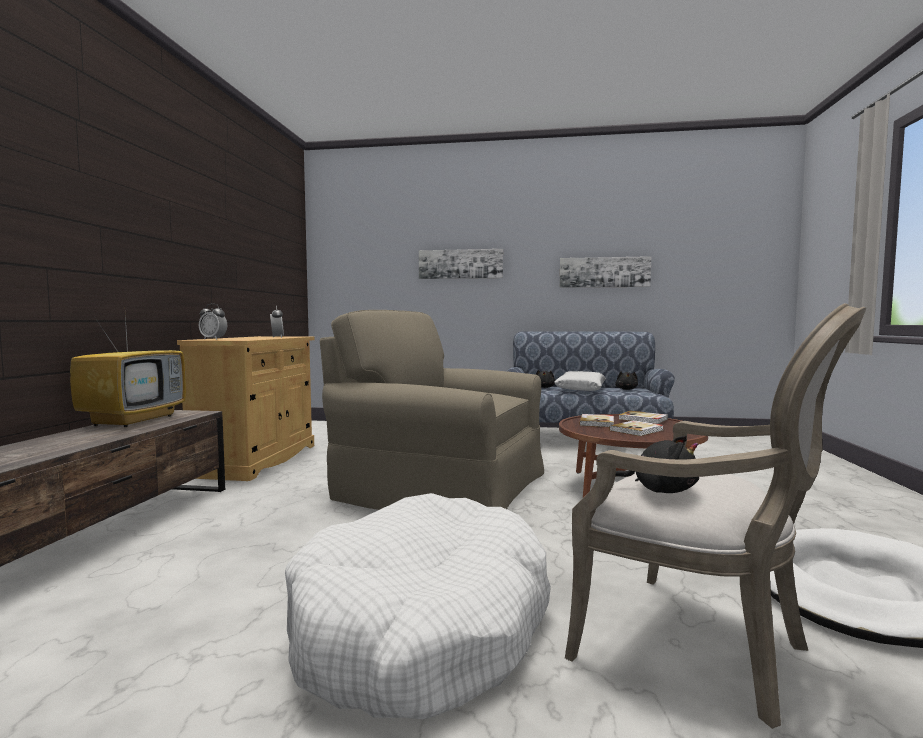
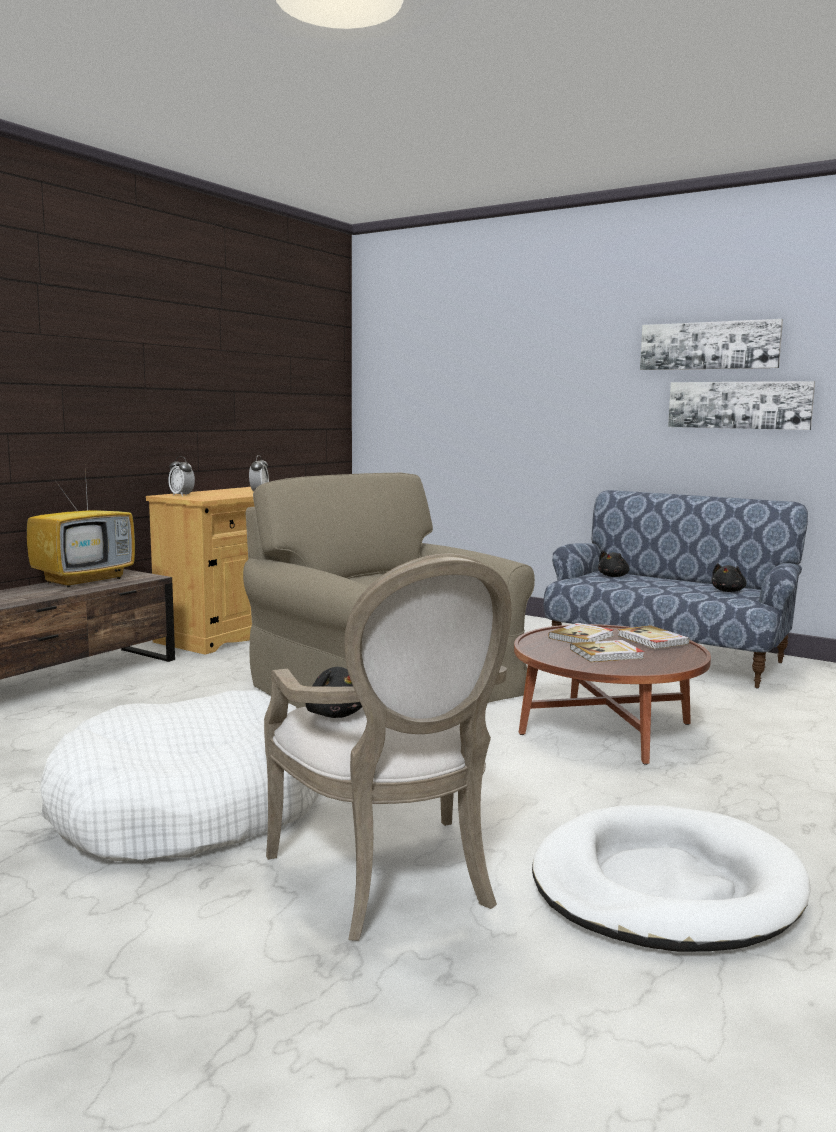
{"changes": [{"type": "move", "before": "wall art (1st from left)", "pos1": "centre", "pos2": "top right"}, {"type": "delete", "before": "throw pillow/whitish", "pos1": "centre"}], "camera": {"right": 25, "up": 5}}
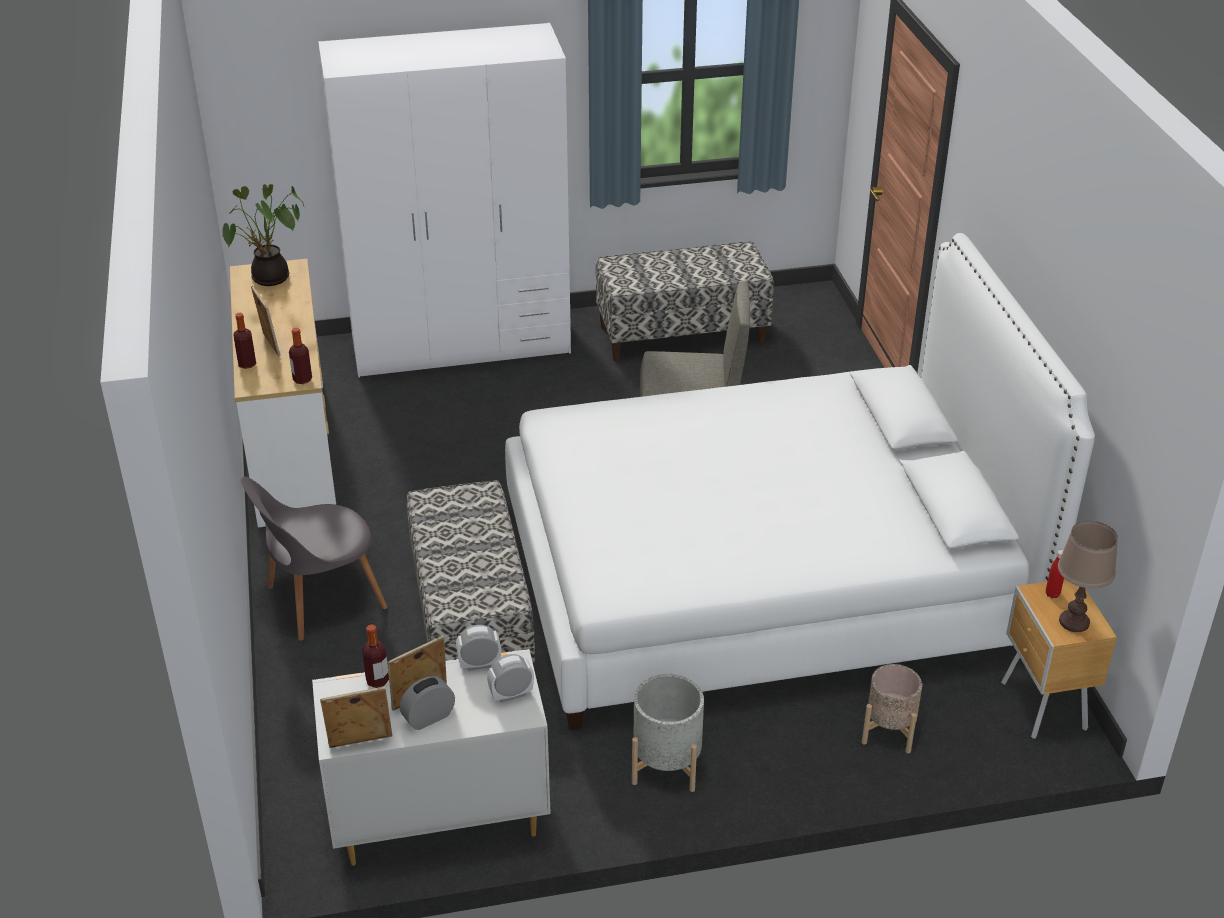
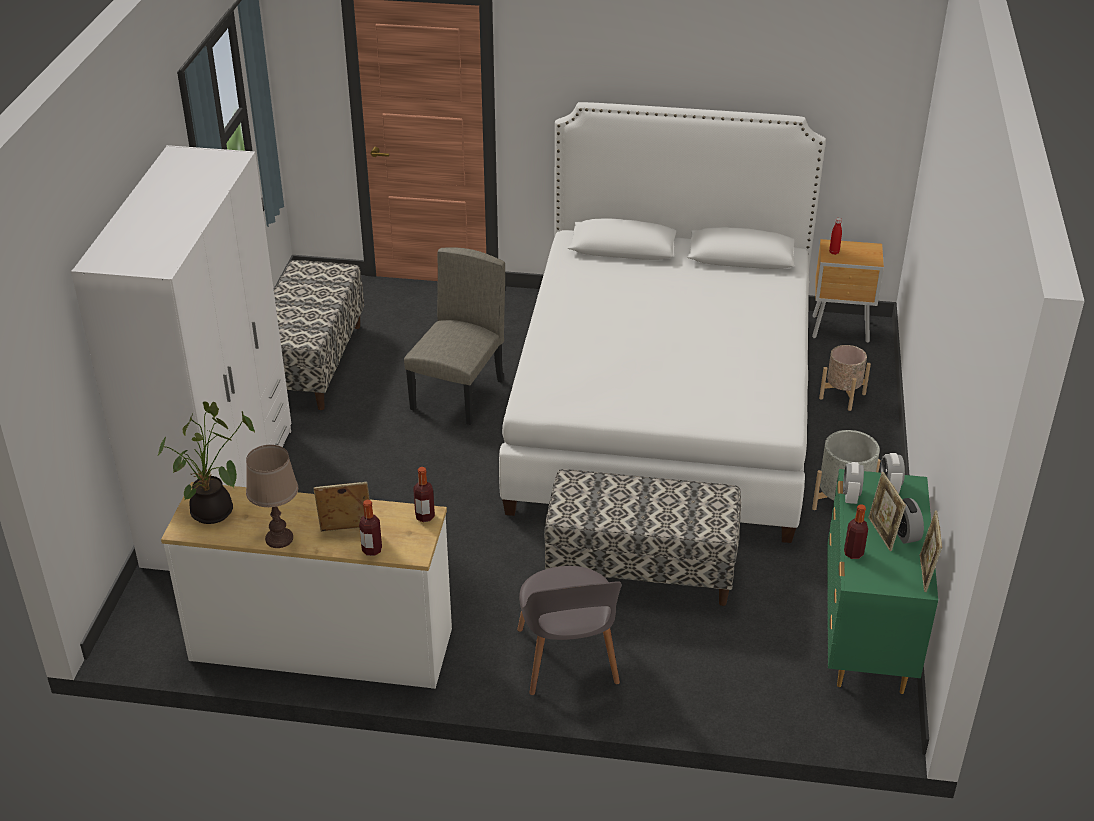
{"changes": [{"type": "move", "before": "table lamp/brownish", "pos1": "middle right", "pos2": "middle left"}, {"type": "recolor", "before": "drawer chest/whitish (2nd from left)", "after": "drawer chest/greenish", "pos1": "bottom centre", "pos2": "bottom right"}], "camera": {"right": -70, "up": 0}}
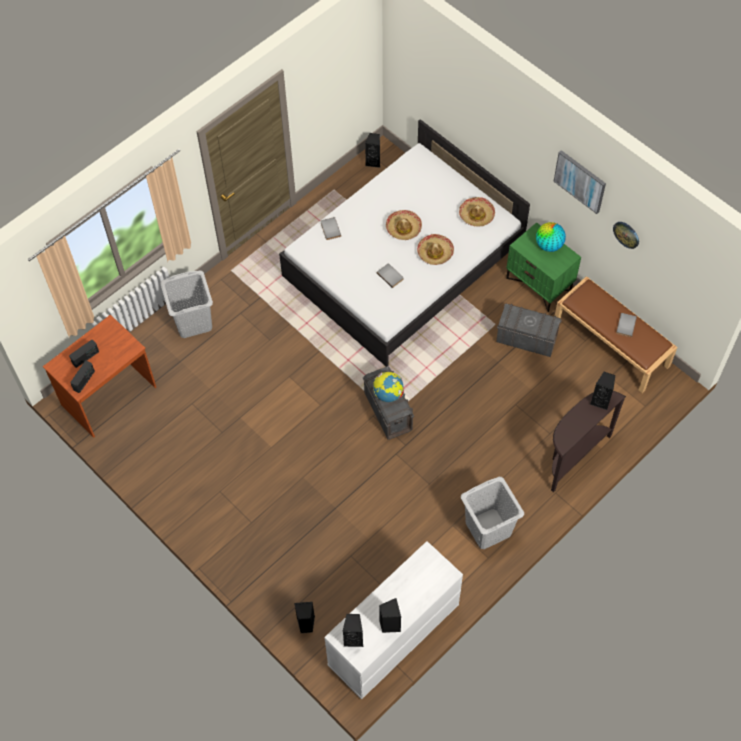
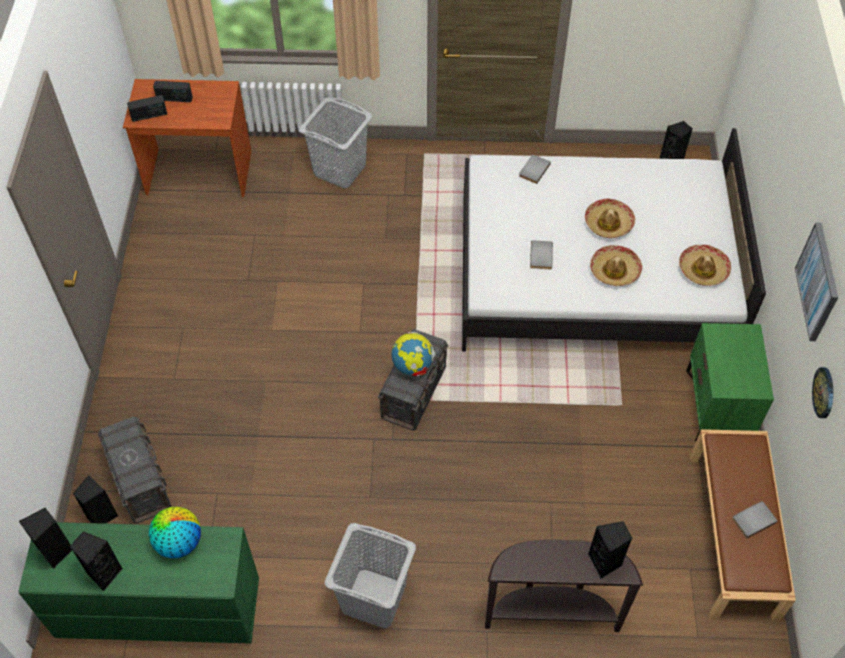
{"changes": [{"type": "recolor", "before": "drawer chest/whitish", "after": "drawer chest/greenish", "pos1": "bottom centre", "pos2": "bottom left"}, {"type": "move", "before": "storage bin/gray (2nd from left in the first image)", "after": "storage bin/gray (1st from left)", "pos1": "middle right", "pos2": "bottom left"}, {"type": "move", "before": "globe (2nd from left in the first image)", "after": "globe (1st from left)", "pos1": "top right", "pos2": "bottom left"}], "camera": {"right": 45, "up": -5}}
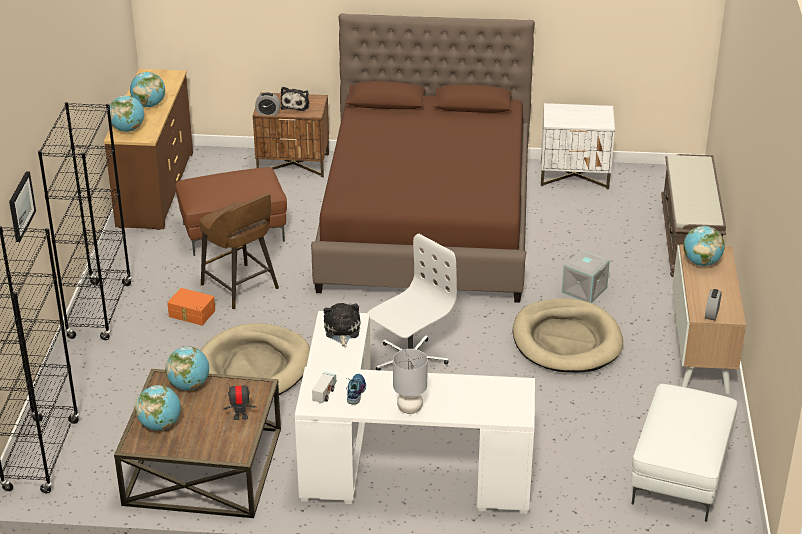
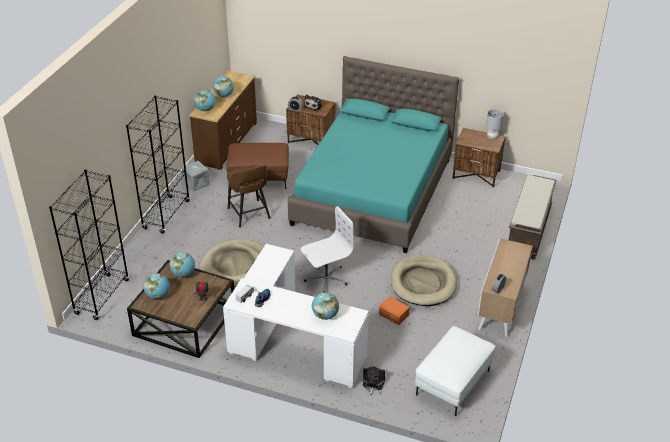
{"changes": [{"type": "move", "before": "storage bin/gray", "pos1": "middle right", "pos2": "middle left"}, {"type": "recolor", "before": "bed/brownish", "after": "bed/turquoise-coloured", "pos1": "top centre", "pos2": "centre"}, {"type": "move", "before": "globe (5th from left)", "pos1": "middle right", "pos2": "bottom centre"}, {"type": "move", "before": "soft toy (2nd from left)", "pos1": "centre", "pos2": "bottom centre"}, {"type": "move", "before": "storage bin/orange-coloured", "pos1": "middle left", "pos2": "bottom centre"}, {"type": "recolor", "before": "nightstand/whitish", "after": "nightstand/brownish (2nd from left)", "pos1": "top right", "pos2": "middle right"}, {"type": "move", "before": "table lamp/gray", "pos1": "bottom centre", "pos2": "top right"}, {"type": "delete", "before": "wall art", "pos1": "middle left"}], "camera": {"right": 15, "up": 5}}
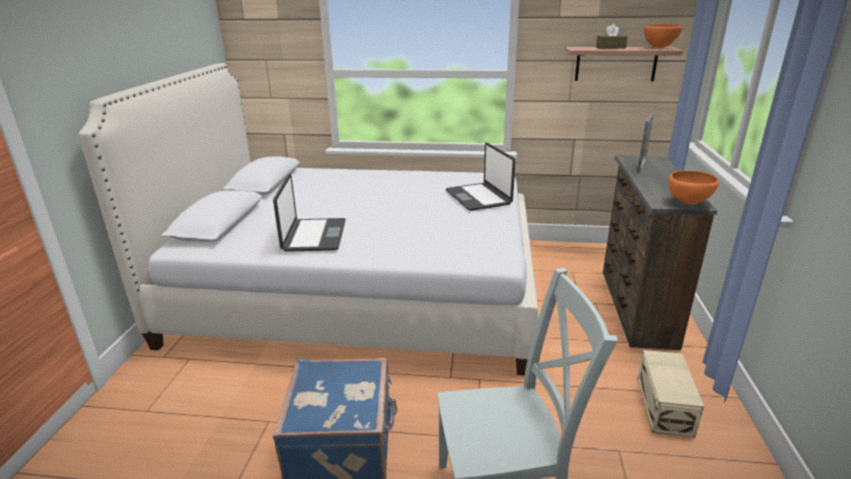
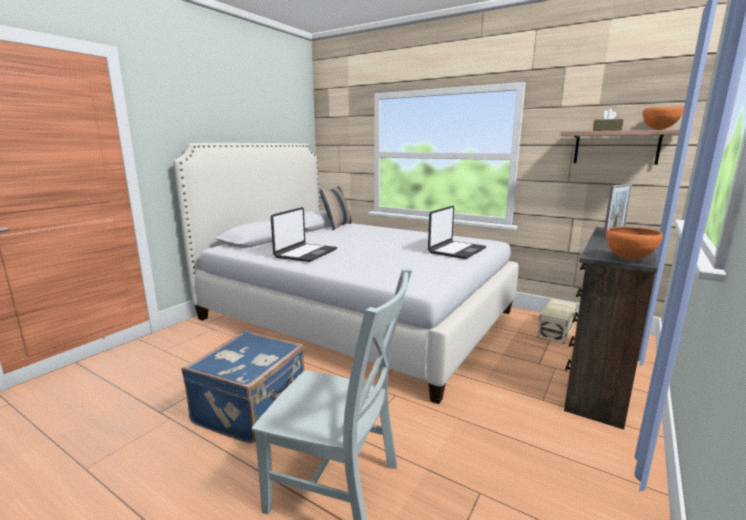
{"changes": [{"type": "insert", "after": "throw pillow", "pos2": "centre"}, {"type": "rotate", "before": "laptop (2nd from left)", "pos1": "centre", "pos2": "centre", "turn": -150}, {"type": "move", "before": "storage bin/beige", "pos1": "bottom right", "pos2": "middle right"}], "camera": {"right": 25, "up": -10}}
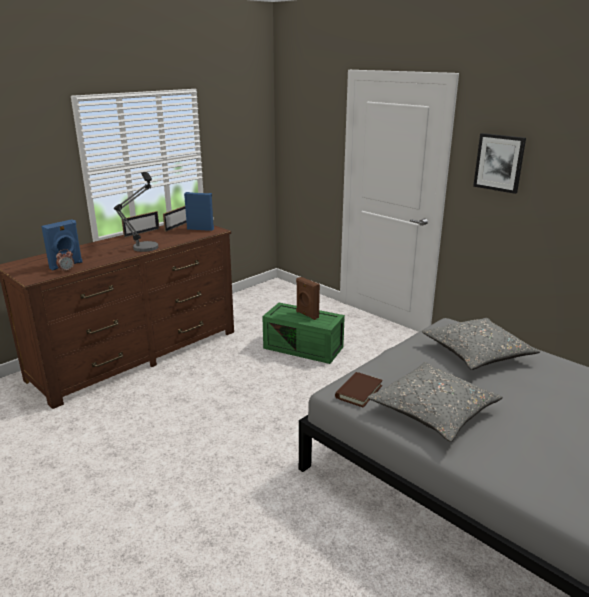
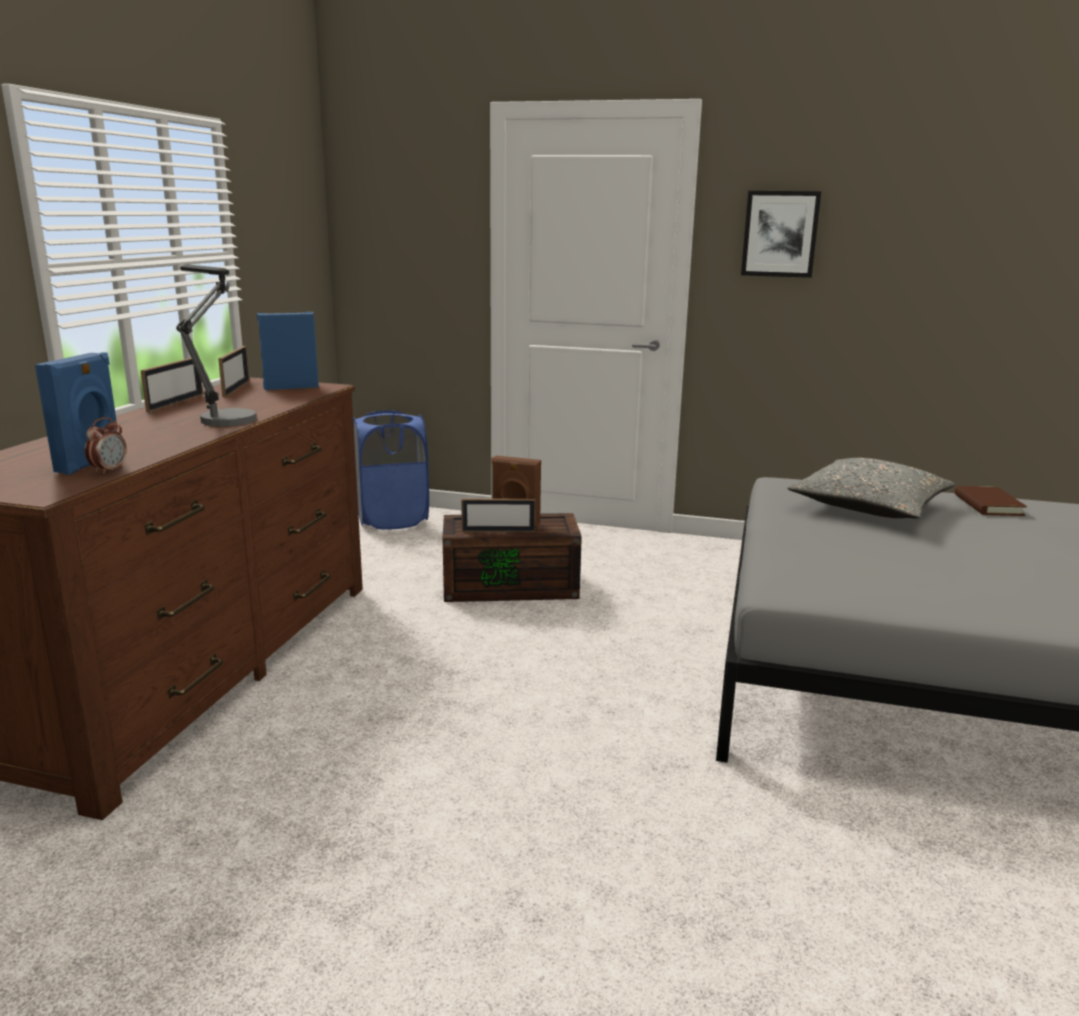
{"changes": [{"type": "insert", "after": "laundry basket/bluish", "pos2": "centre"}, {"type": "recolor", "before": "storage bin/greenish", "after": "storage bin/brownish", "pos1": "centre", "pos2": "centre"}, {"type": "insert", "after": "photo frame (3rd from left)", "pos2": "centre"}, {"type": "move", "before": "volume/brownish", "pos1": "centre", "pos2": "middle right"}, {"type": "delete", "before": "throw pillow/gray (1st from left)", "pos1": "bottom right"}], "camera": {"right": -30, "up": -5}}
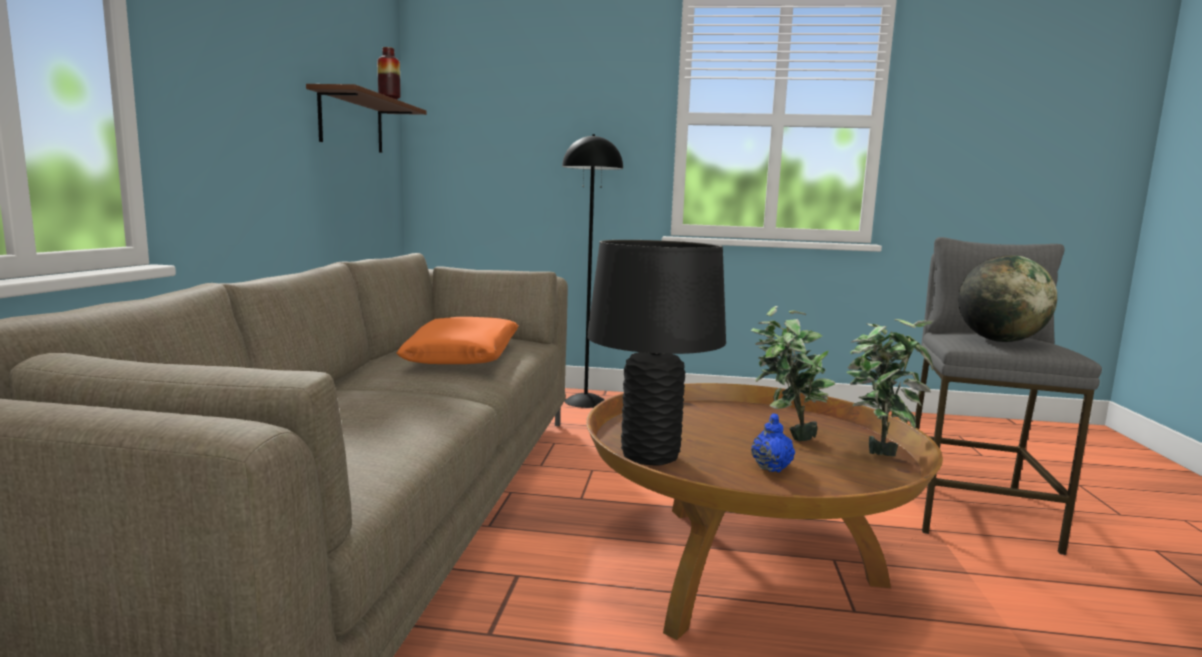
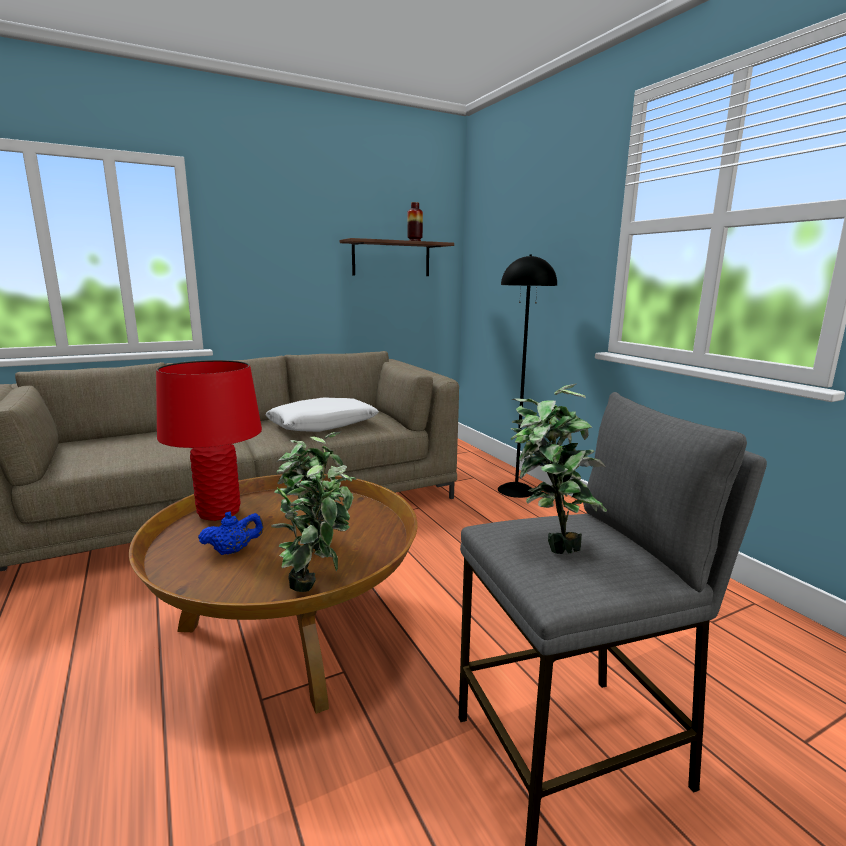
{"changes": [{"type": "recolor", "before": "table lamp/blackish", "after": "table lamp/reddish", "pos1": "centre", "pos2": "middle left"}, {"type": "recolor", "before": "throw pillow/orange-coloured", "after": "throw pillow/whitish", "pos1": "centre", "pos2": "centre"}, {"type": "replace", "before": "globe", "after": "plant in a pot (3rd from left)", "pos1": "middle right", "pos2": "centre"}], "camera": {"right": 55, "up": 5}}
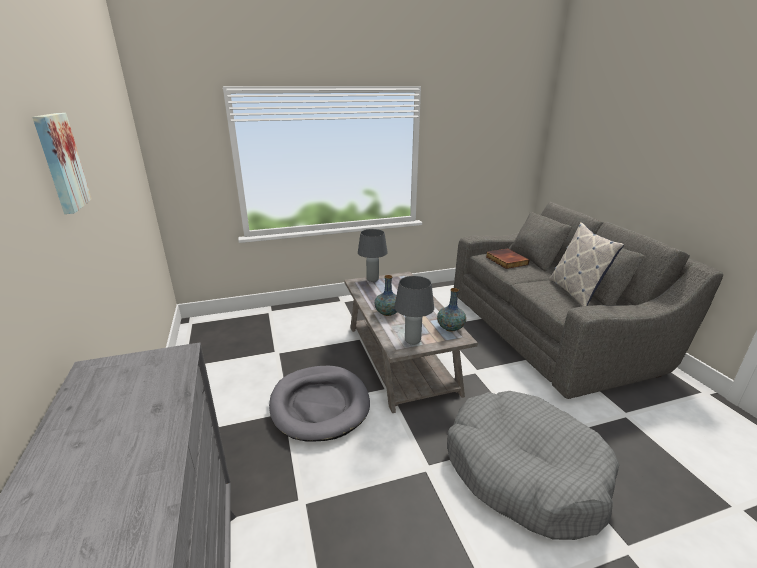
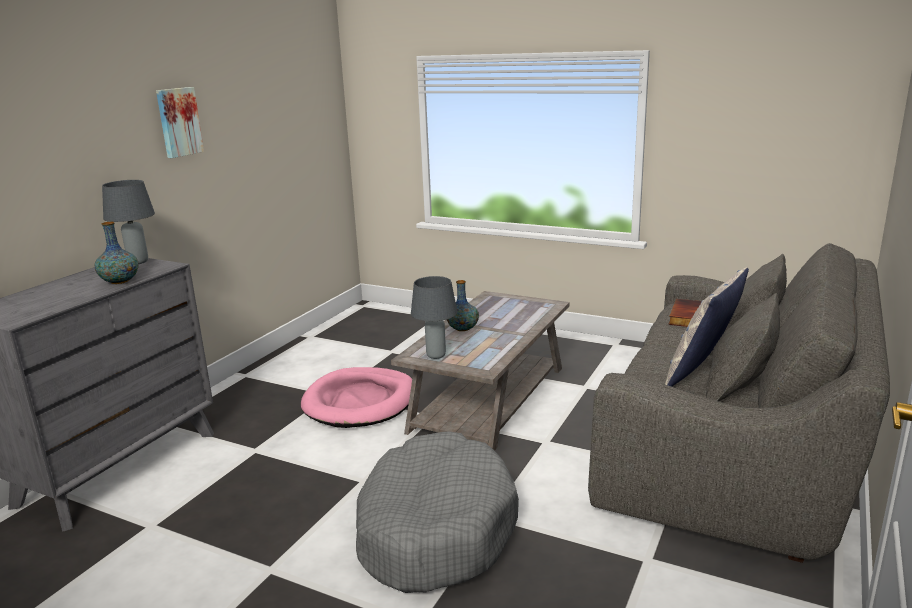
{"changes": [{"type": "move", "before": "vase (2nd from left in the first image)", "after": "vase (1st from left)", "pos1": "centre", "pos2": "middle left"}, {"type": "move", "before": "table lamp/gray (1st from left)", "pos1": "centre", "pos2": "middle left"}, {"type": "recolor", "before": "dog bed/gray (1st from left)", "after": "dog bed/pink-coloured", "pos1": "bottom centre", "pos2": "centre"}], "camera": {"right": 45, "up": -5}}
